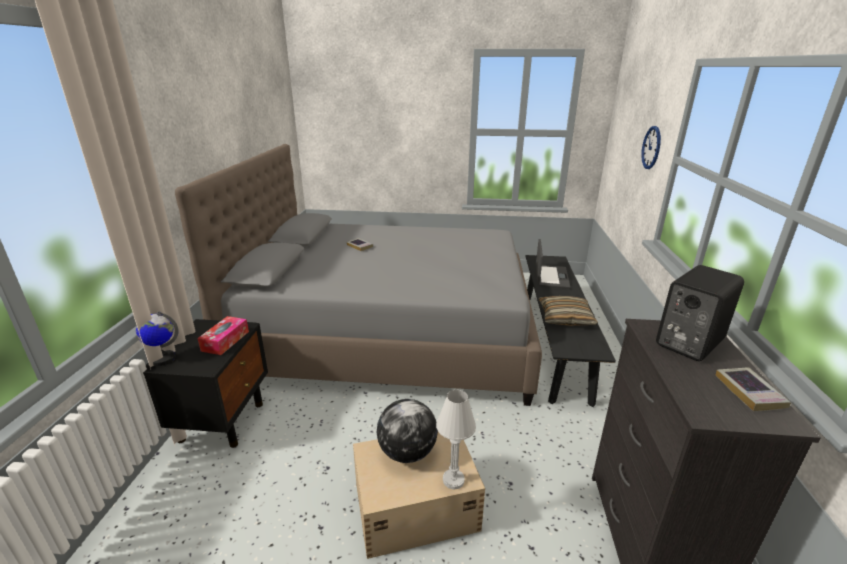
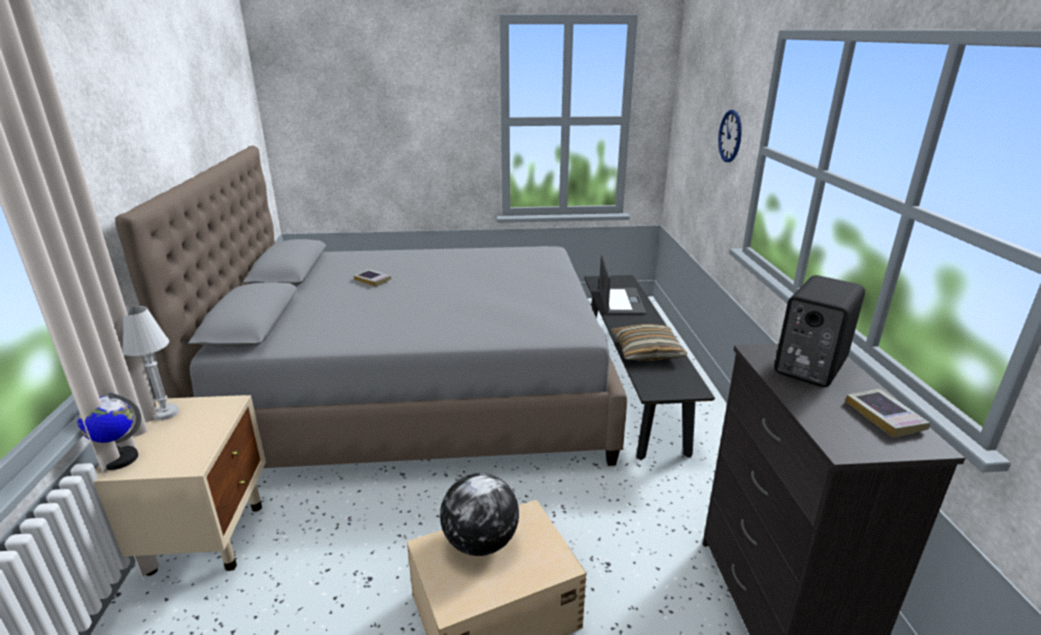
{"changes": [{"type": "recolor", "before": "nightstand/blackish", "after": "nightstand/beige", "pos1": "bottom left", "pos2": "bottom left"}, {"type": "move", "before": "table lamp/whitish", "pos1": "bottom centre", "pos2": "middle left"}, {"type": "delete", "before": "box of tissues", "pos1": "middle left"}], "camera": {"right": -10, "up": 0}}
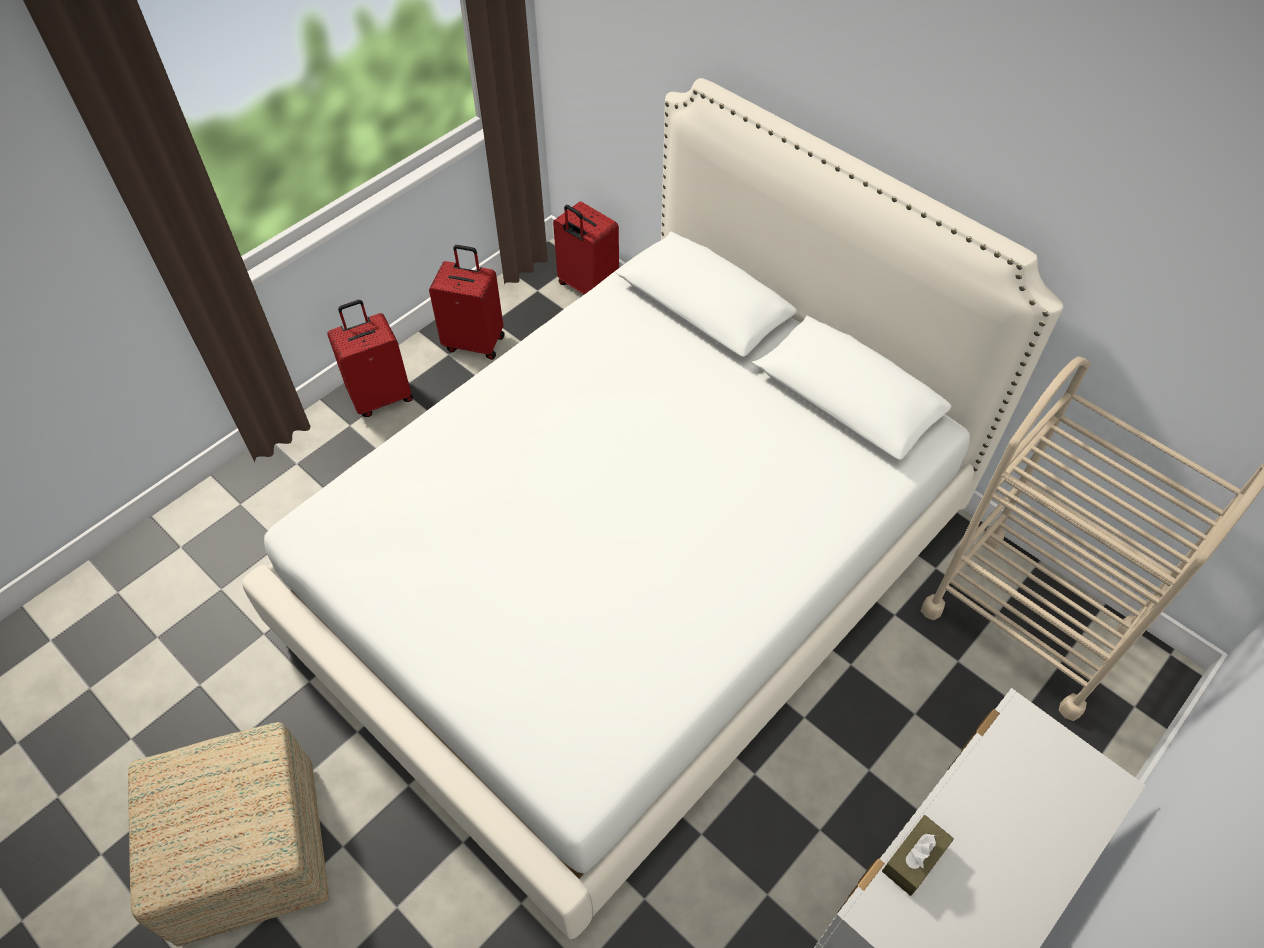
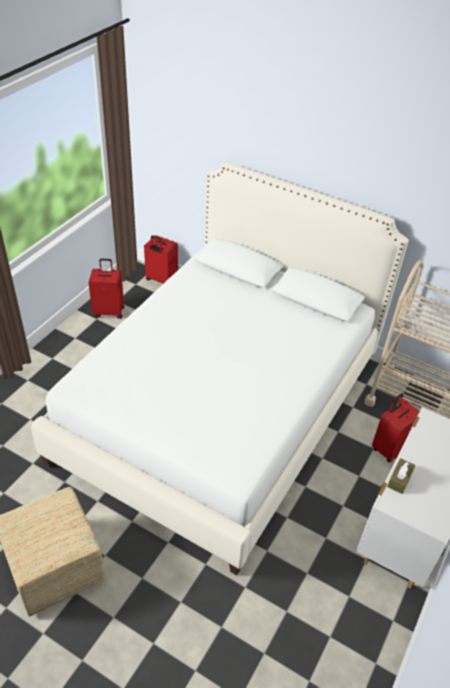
{"changes": [{"type": "move", "before": "piece of luggage/reddish (1st from left in the first image)", "after": "piece of luggage/reddish (3rd from left)", "pos1": "middle left", "pos2": "middle right"}], "camera": {"right": -15, "up": -10}}
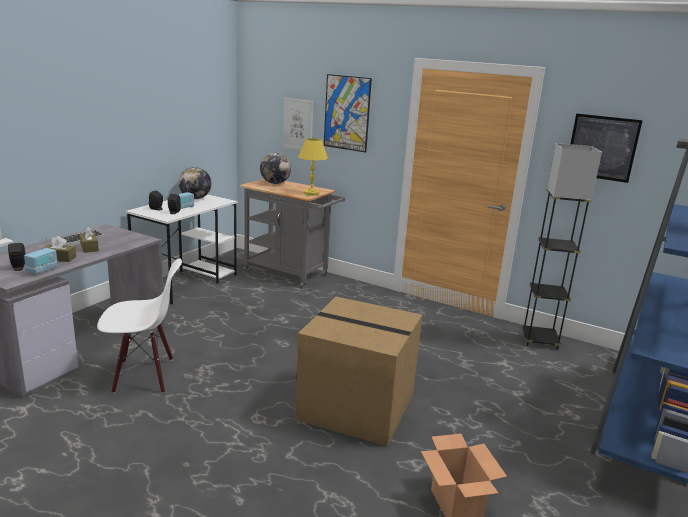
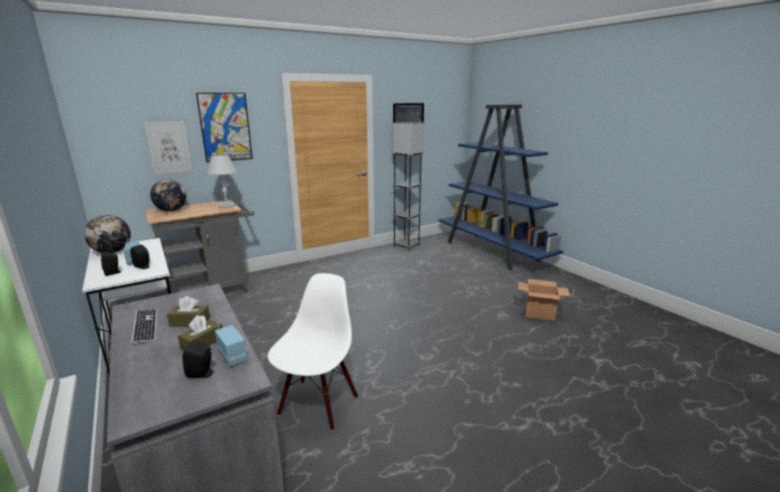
{"changes": [{"type": "recolor", "before": "table lamp/yellow-coloured", "after": "table lamp/whitish", "pos1": "top centre", "pos2": "middle left"}, {"type": "delete", "before": "packing box (1st from left)", "pos1": "bottom centre"}], "camera": {"right": -60, "up": 0}}
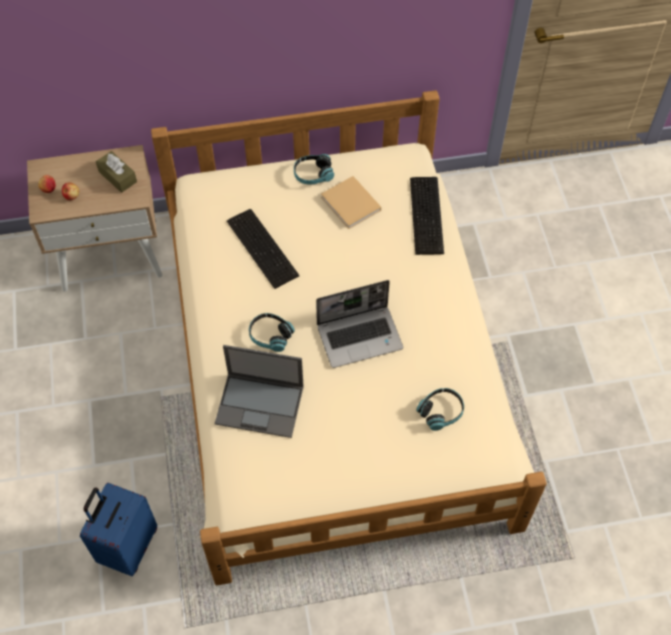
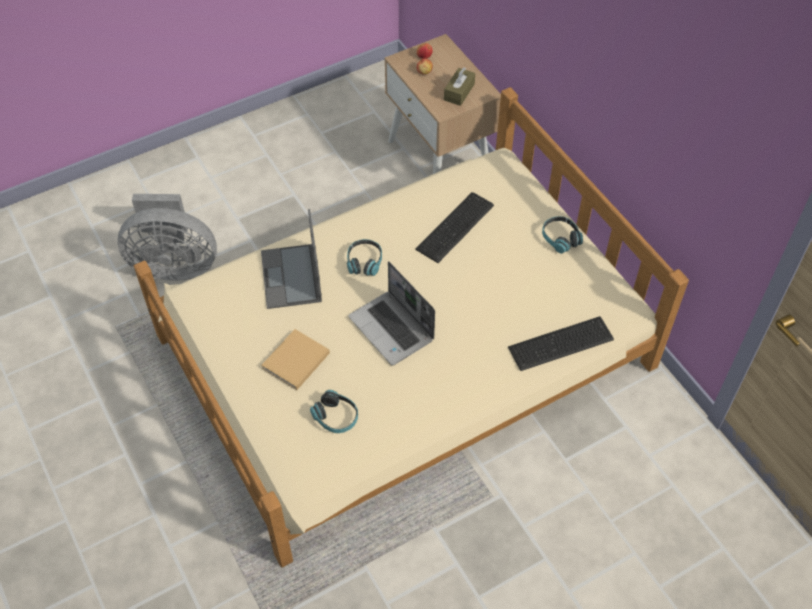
{"changes": [{"type": "replace", "before": "piece of luggage/bluish", "after": "fan/gray", "pos1": "bottom left", "pos2": "middle left"}, {"type": "move", "before": "volume/beige", "pos1": "top centre", "pos2": "centre"}], "camera": {"right": 70, "up": -5}}
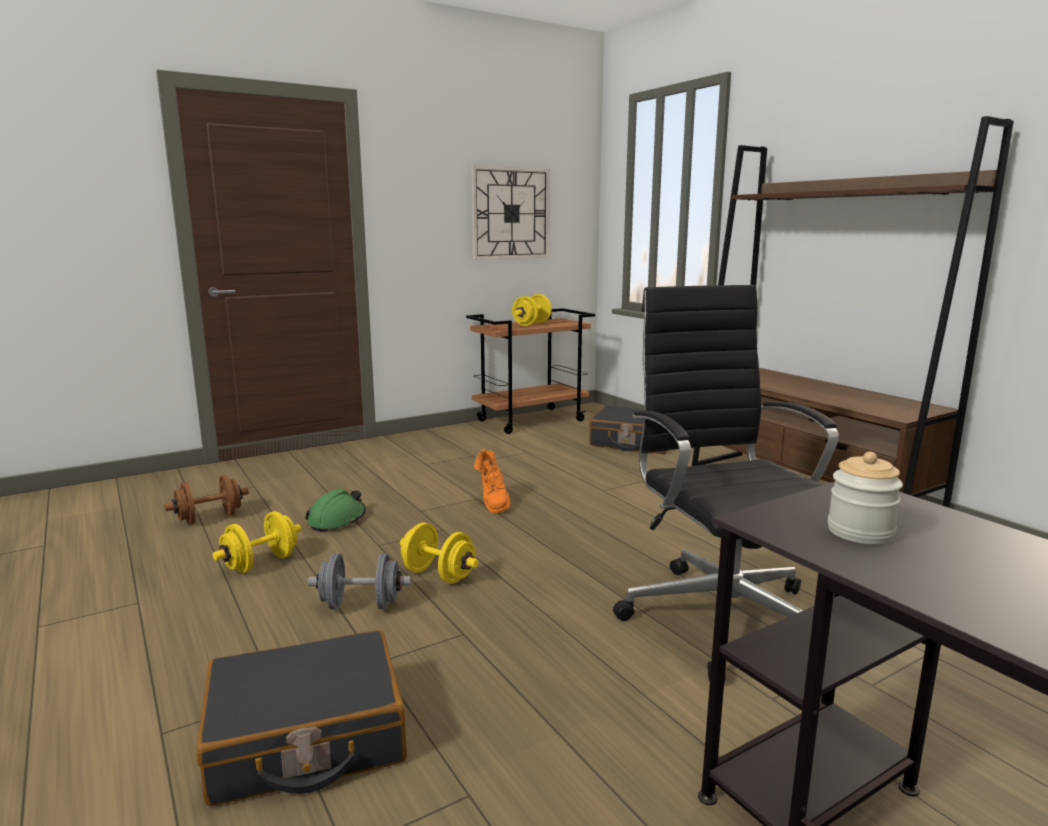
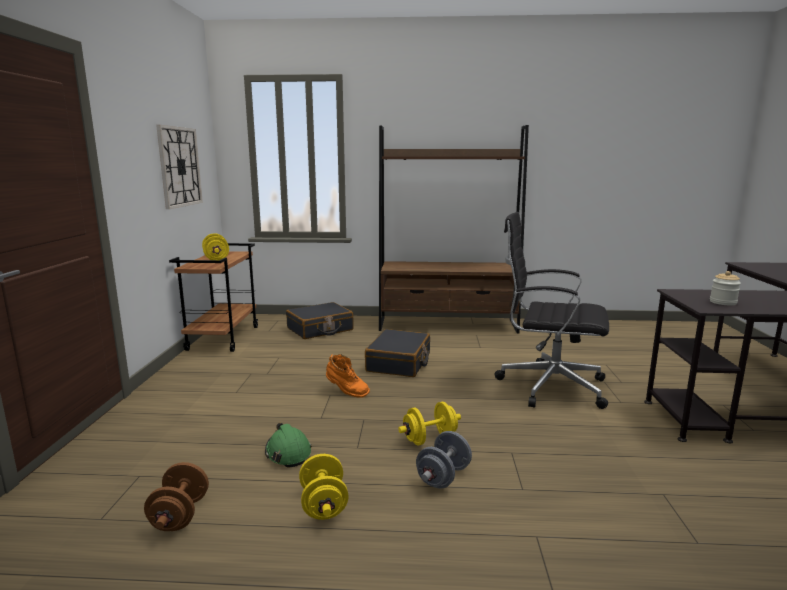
{"changes": [{"type": "move", "before": "piece of luggage/blackish (1st from left in the first image)", "after": "piece of luggage/blackish (2nd from left)", "pos1": "bottom left", "pos2": "centre"}], "camera": {"right": -55, "up": 0}}
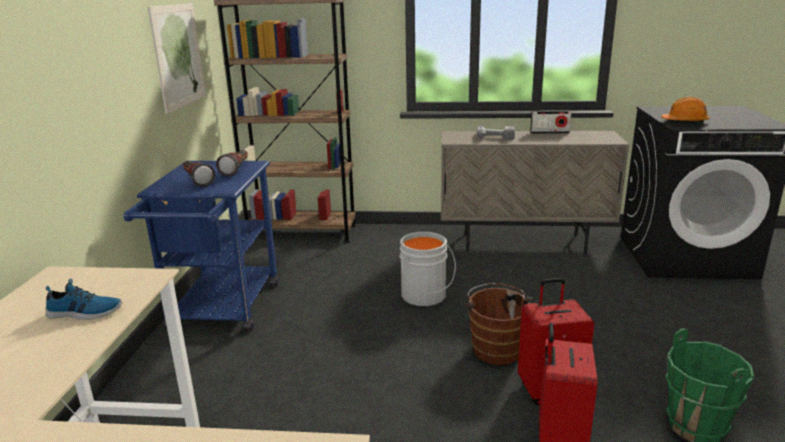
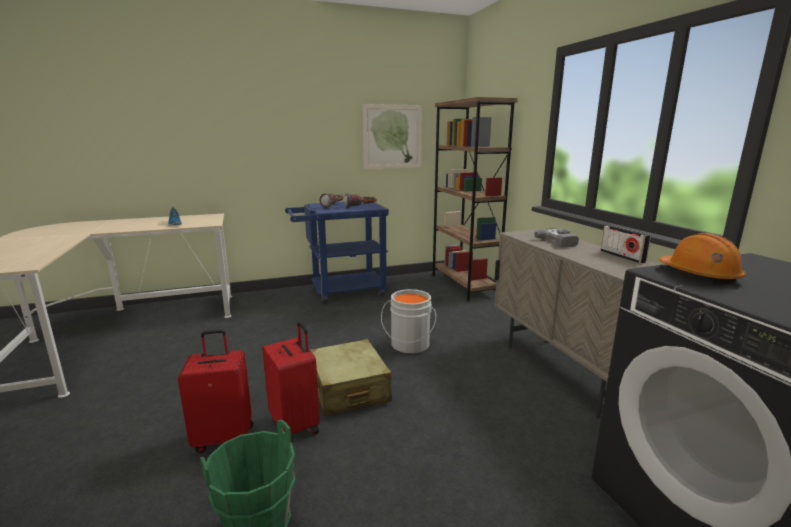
{"changes": [{"type": "replace", "before": "bucket/brownish", "after": "piece of luggage/beige", "pos1": "bottom centre", "pos2": "bottom centre"}], "camera": {"right": 65, "up": -5}}
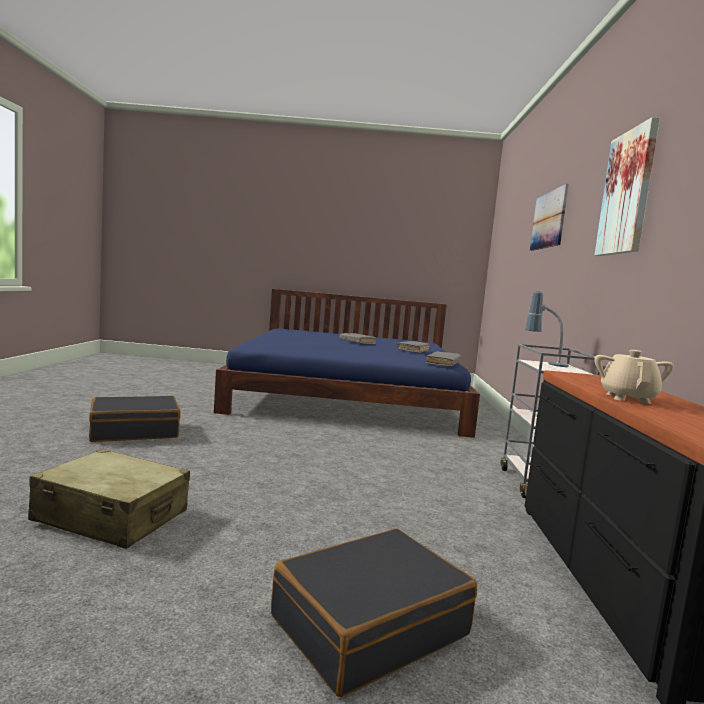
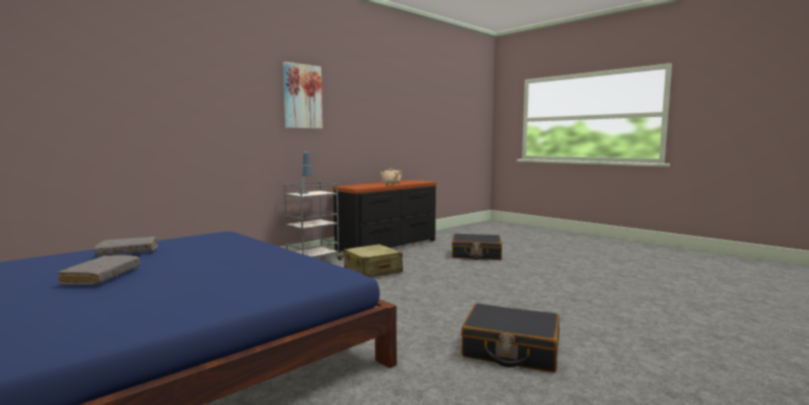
{"changes": [{"type": "move", "before": "piece of luggage/beige", "pos1": "bottom left", "pos2": "centre"}, {"type": "delete", "before": "volume/gray (3rd from left)", "pos1": "centre"}, {"type": "delete", "before": "wall art (1st from left)", "pos1": "top right"}], "camera": {"right": -135, "up": 0}}
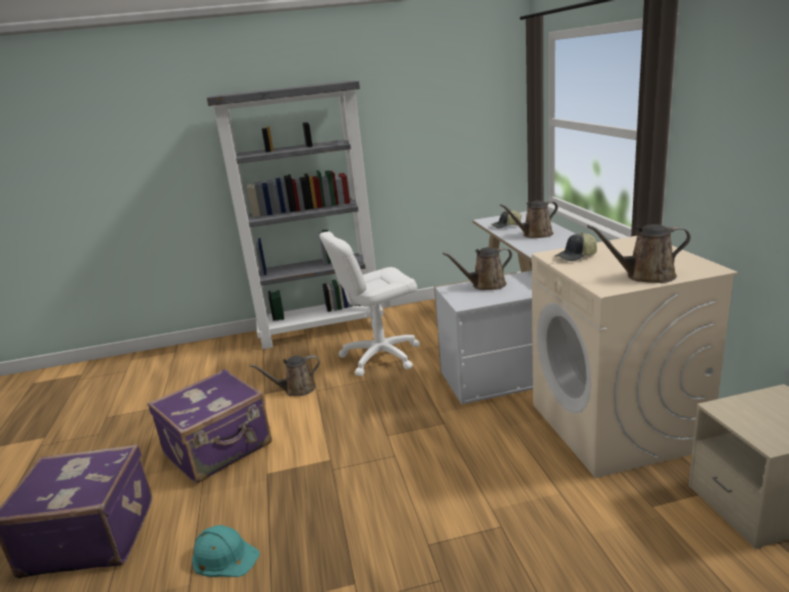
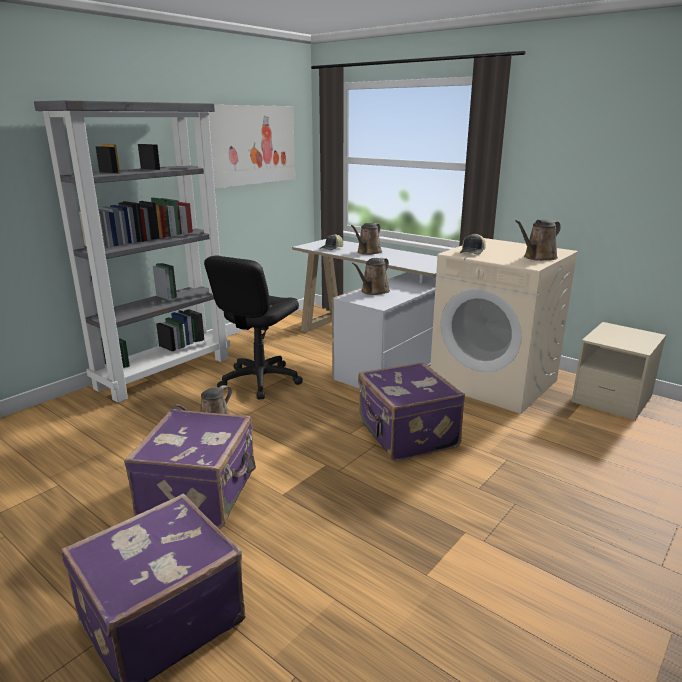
{"changes": [{"type": "recolor", "before": "office chair/whitish", "after": "office chair/blackish", "pos1": "centre", "pos2": "centre"}, {"type": "insert", "after": "wall art", "pos2": "top centre"}, {"type": "insert", "after": "piece of luggage/purple-coloured (3rd from left)", "pos2": "centre"}, {"type": "delete", "before": "hard hat/turquoise-coloured", "pos1": "bottom left"}], "camera": {"right": -40, "up": 0}}
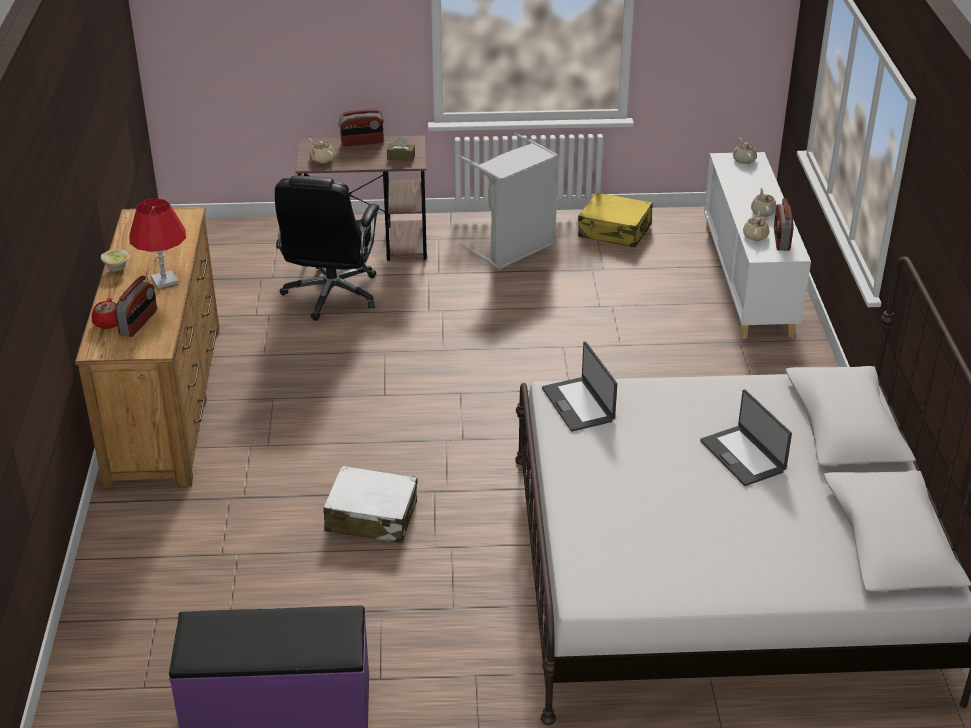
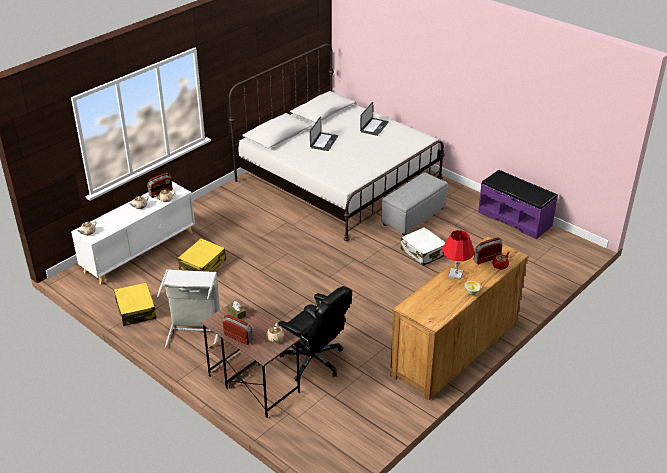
{"changes": [{"type": "insert", "after": "piece of luggage/yellow-coloured (2nd from left)", "pos2": "middle left"}, {"type": "rotate", "before": "office chair/blackish", "pos1": "centre", "pos2": "bottom centre", "turn": 75}, {"type": "move", "before": "laptop (1st from left in the first image)", "after": "laptop (2nd from left)", "pos1": "centre", "pos2": "top centre"}, {"type": "insert", "after": "footrest/gray", "pos2": "centre"}], "camera": {"right": -135, "up": 0}}
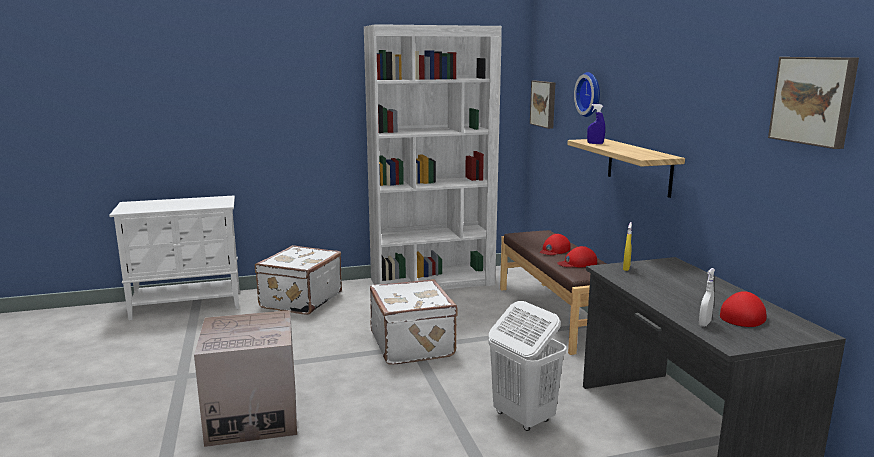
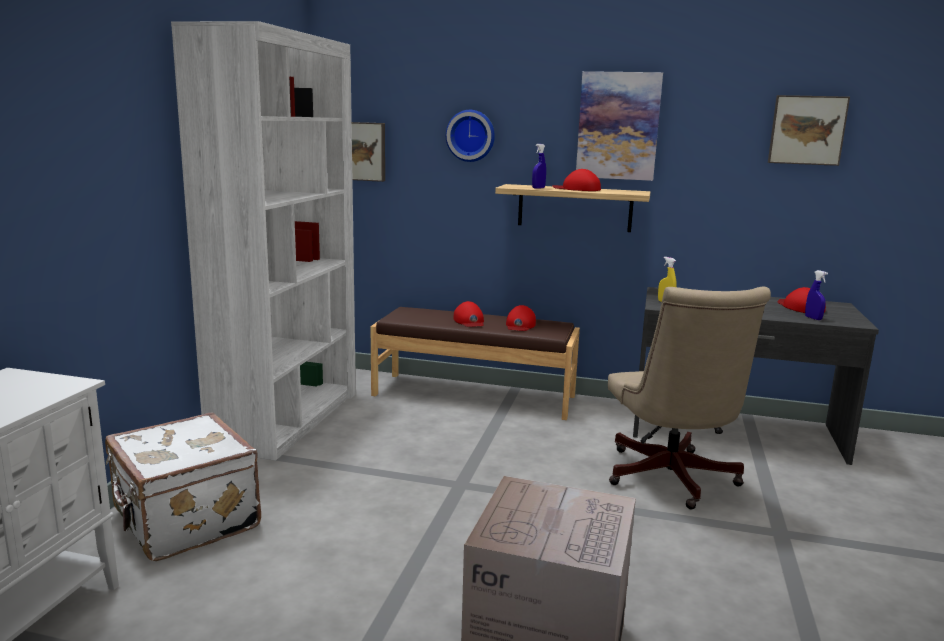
{"changes": [{"type": "insert", "after": "peaked cap/reddish (3rd from left)", "pos2": "top centre"}, {"type": "insert", "after": "wall art (2nd from left)", "pos2": "top centre"}, {"type": "replace", "before": "laundry basket/whitish", "after": "office chair/beige", "pos1": "bottom centre", "pos2": "middle right"}, {"type": "recolor", "before": "spray bottle/whitish", "after": "spray bottle/bluish (2nd from left)", "pos1": "middle right", "pos2": "middle right"}, {"type": "delete", "before": "piece of luggage/whitish (2nd from left)", "pos1": "bottom centre"}], "camera": {"right": -60, "up": 0}}
